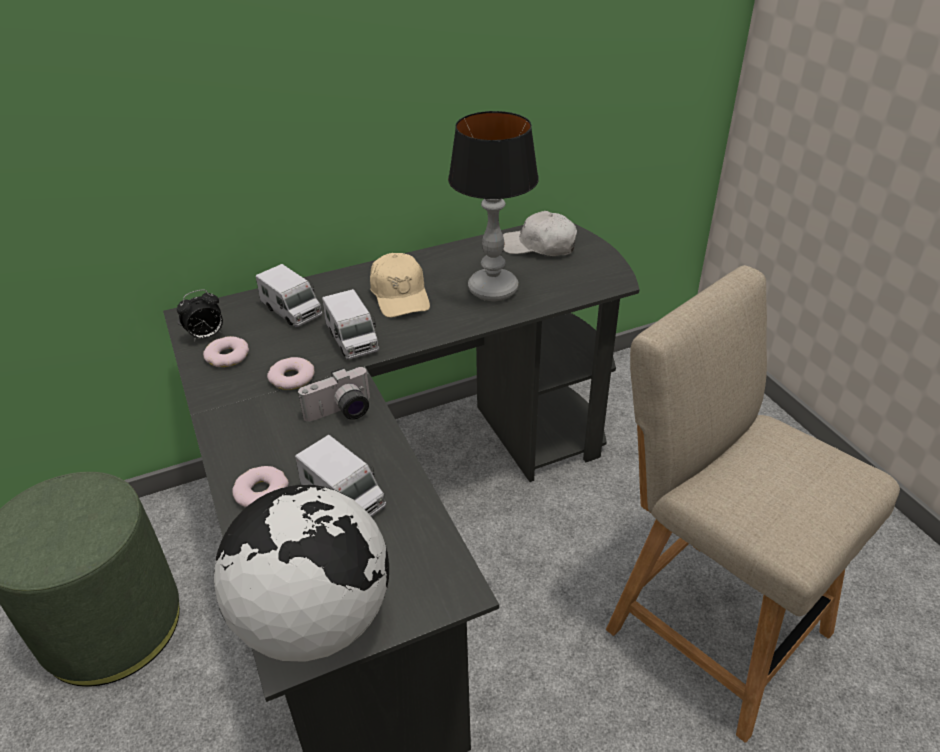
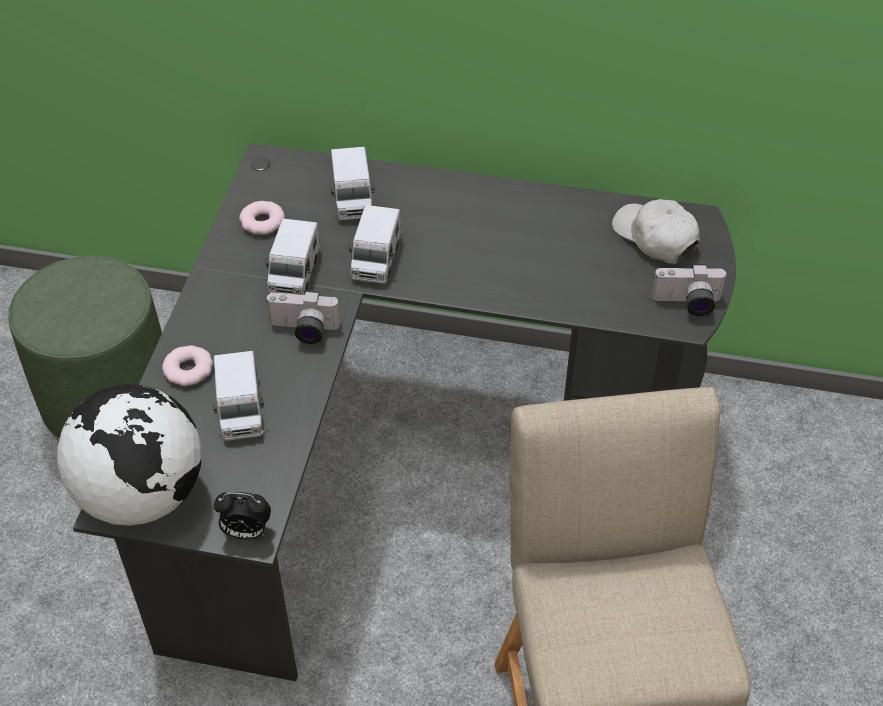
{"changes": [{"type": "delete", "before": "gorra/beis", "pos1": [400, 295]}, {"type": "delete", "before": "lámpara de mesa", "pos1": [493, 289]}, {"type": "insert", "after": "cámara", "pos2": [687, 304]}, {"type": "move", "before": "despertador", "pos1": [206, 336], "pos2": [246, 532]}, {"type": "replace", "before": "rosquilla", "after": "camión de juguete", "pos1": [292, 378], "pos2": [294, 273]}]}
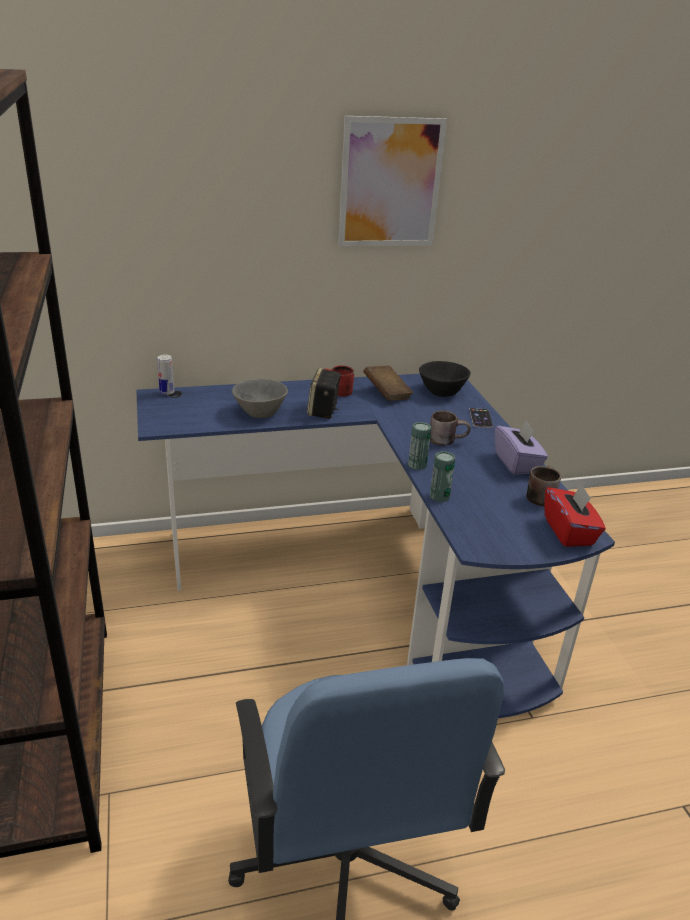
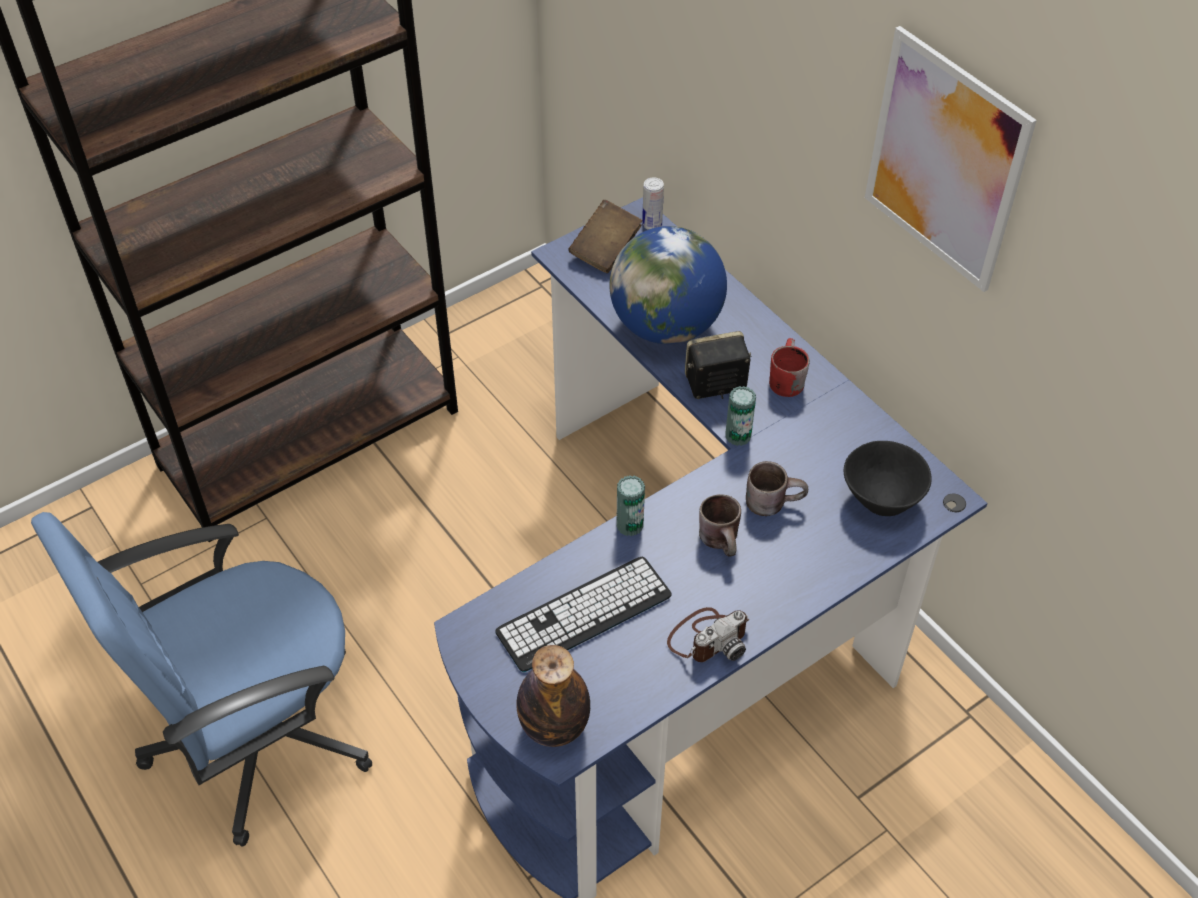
{"changes": [{"type": "delete", "before": "móvil", "pos1": [480, 418]}, {"type": "insert", "after": "teclado", "pos2": [584, 614]}, {"type": "move", "before": "libro/marrón", "pos1": [387, 394], "pos2": [605, 250]}, {"type": "move", "before": "lata", "pos1": [439, 496], "pos2": [738, 436]}, {"type": "move", "before": "taza grande/marrón", "pos1": [539, 495], "pos2": [773, 500]}, {"type": "replace", "before": "cuenco/gris", "after": "globo terráqueo", "pos1": [260, 412], "pos2": [666, 326]}, {"type": "replace", "before": "caja de pañuelos/morado", "after": "cámara", "pos1": [517, 463], "pos2": [708, 637]}, {"type": "replace", "before": "caja de pañuelos/rojo", "after": "botella", "pos1": [569, 531], "pos2": [554, 726]}]}
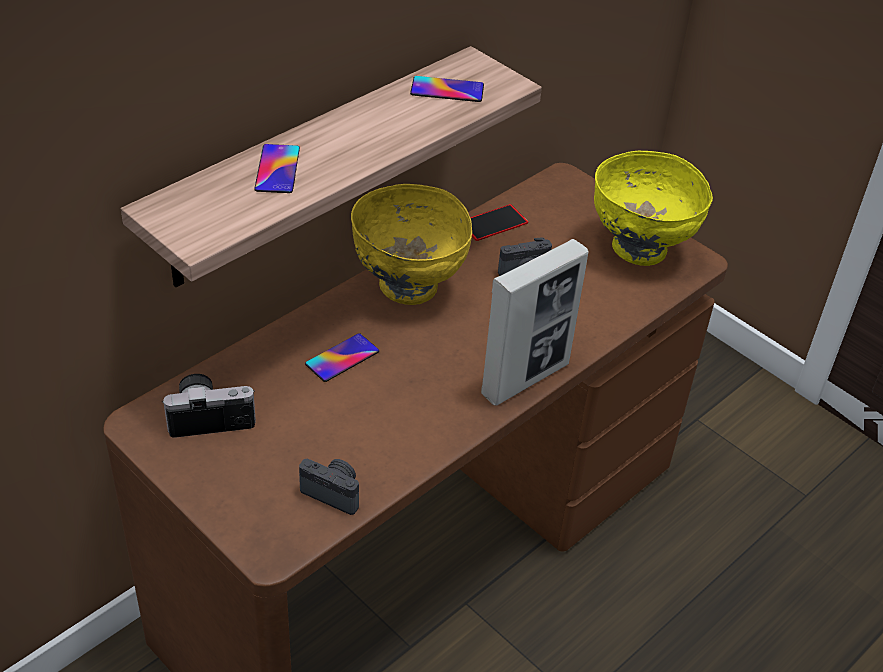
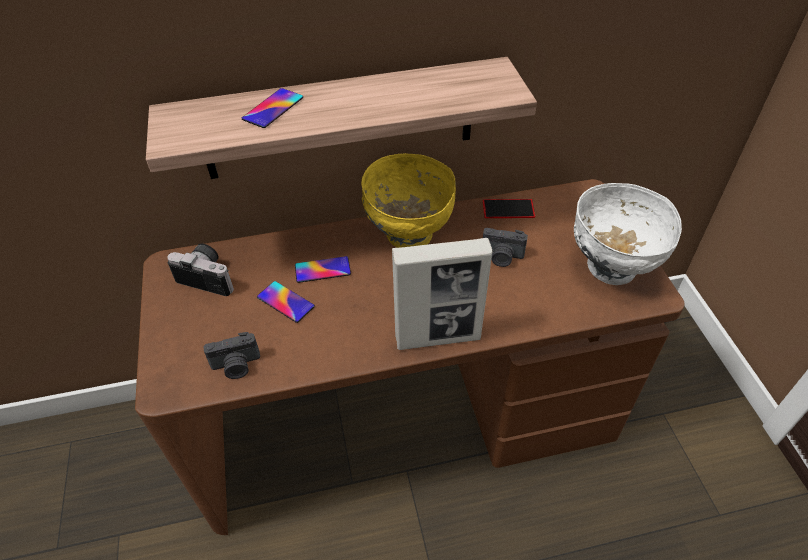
{"changes": [{"type": "move", "before": "móvil", "pos1": [447, 90], "pos2": [285, 302]}, {"type": "recolor", "before": "cuenco/amarillo", "after": "cuenco/blanco", "pos1": [639, 249], "pos2": [611, 268]}, {"type": "rotate", "before": "cámara", "pos1": [334, 492], "pos2": [236, 366], "turn": 105}]}
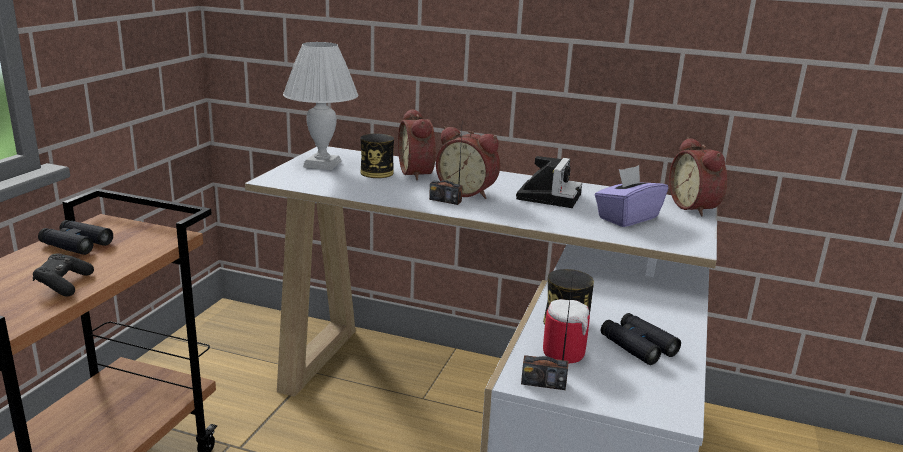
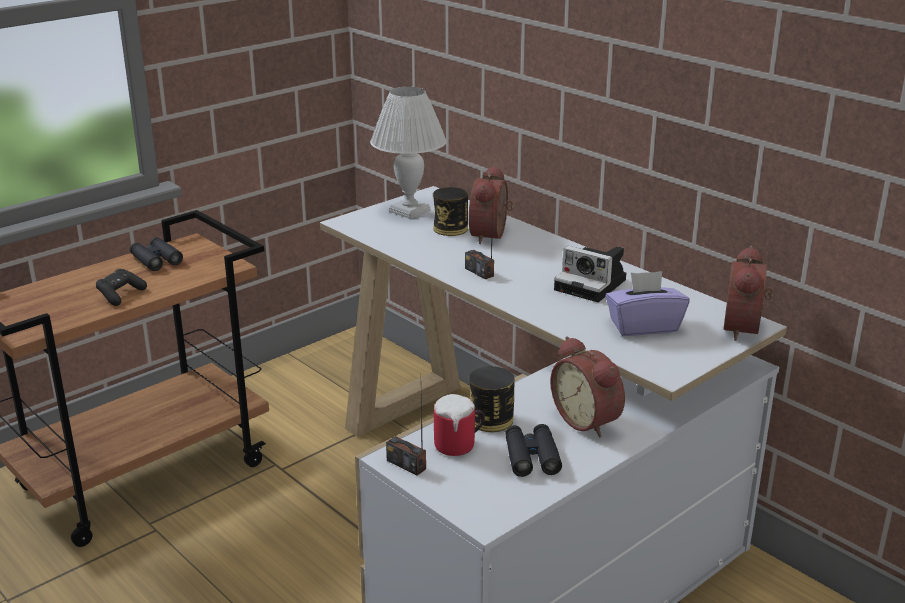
{"changes": [{"type": "move", "before": "despertador", "pos1": [468, 192], "pos2": [588, 420]}, {"type": "rotate", "before": "cámara", "pos1": [548, 196], "pos2": [593, 285], "turn": 75}]}
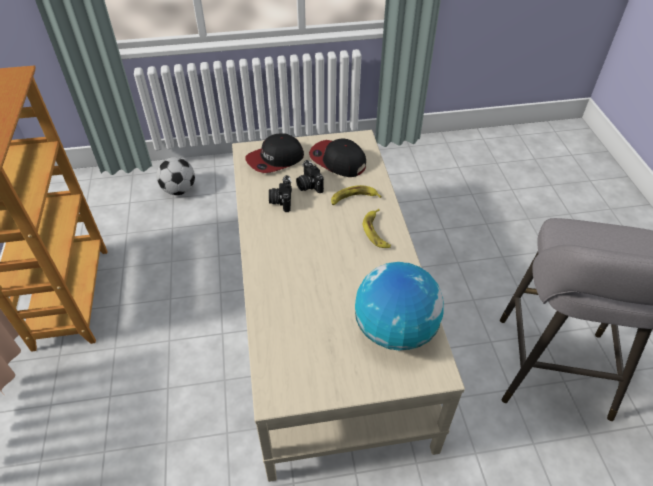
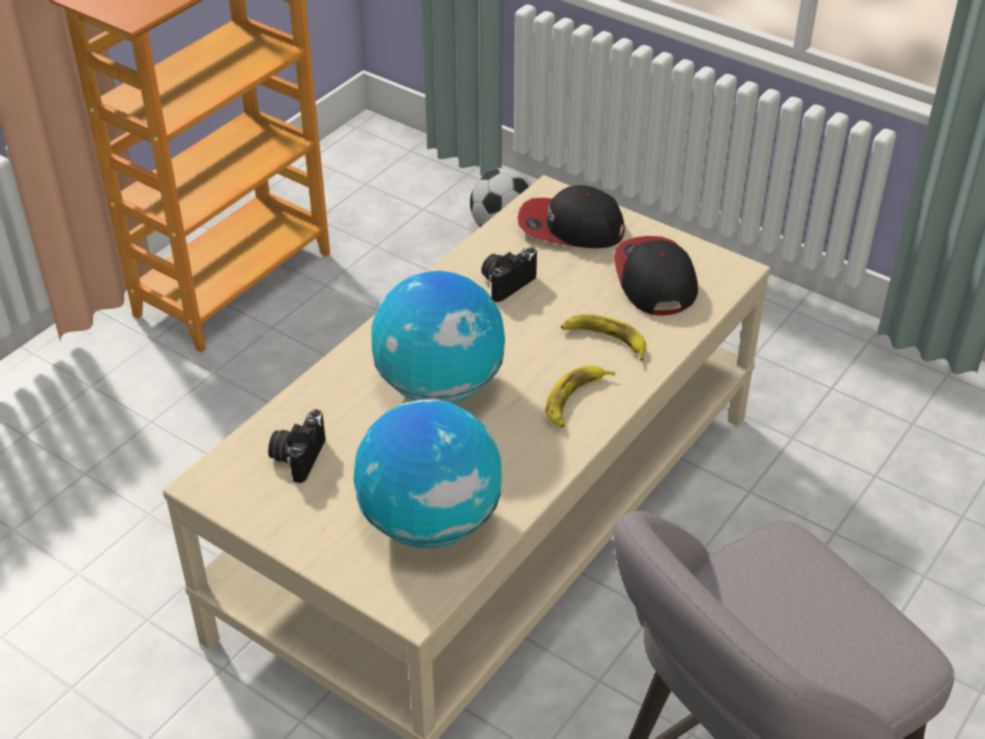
{"changes": [{"type": "insert", "after": "globo terráqueo", "pos2": [440, 387]}, {"type": "move", "before": "cámara", "pos1": [308, 185], "pos2": [298, 456]}]}
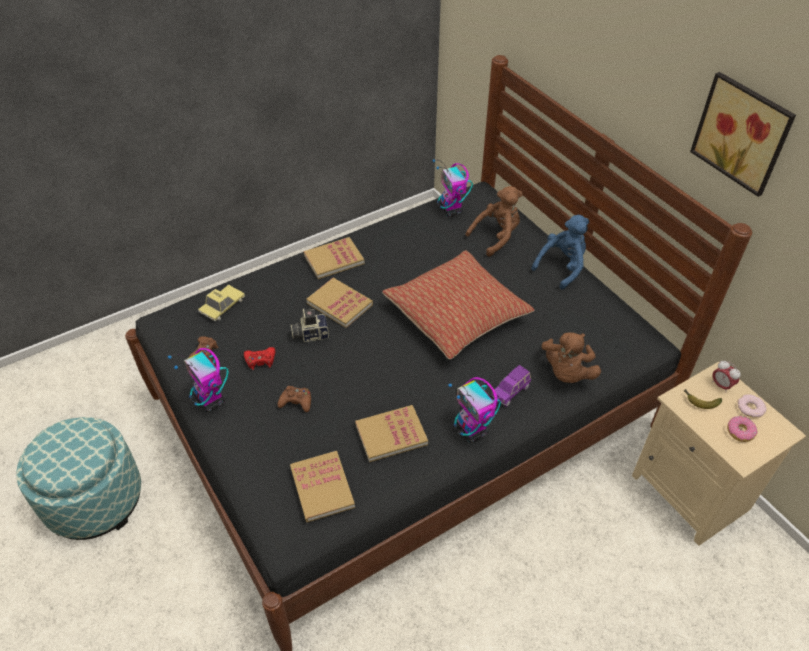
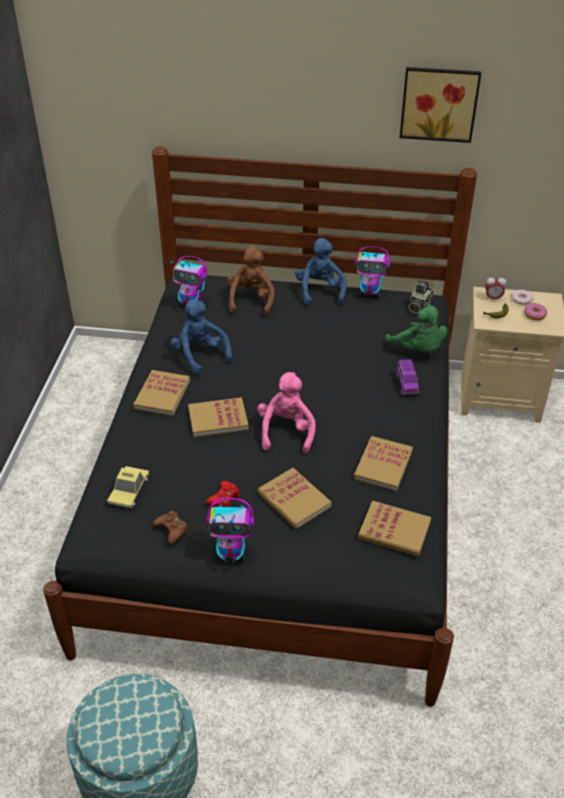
{"changes": [{"type": "delete", "before": "cojín", "pos1": [457, 314]}, {"type": "insert", "after": "peluche/azul", "pos2": [200, 355]}, {"type": "insert", "after": "peluche/rosa", "pos2": [286, 431]}, {"type": "move", "before": "cámara", "pos1": [310, 334], "pos2": [418, 306]}, {"type": "move", "before": "robot de juguete", "pos1": [472, 431], "pos2": [370, 294]}, {"type": "replace", "before": "mando de consola/marrón", "after": "libro", "pos1": [296, 402], "pos2": [294, 500]}, {"type": "recolor", "before": "peluche/marrón", "after": "peluche/verde", "pos1": [566, 373], "pos2": [418, 350]}, {"type": "rotate", "before": "coche de juguete", "pos1": [222, 306], "pos2": [129, 490], "turn": -150}]}
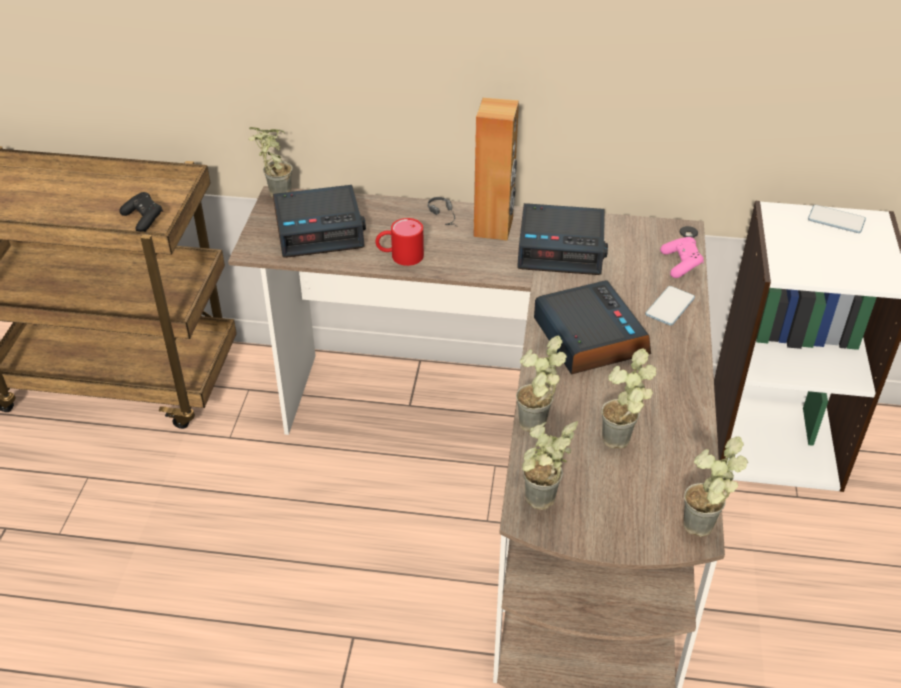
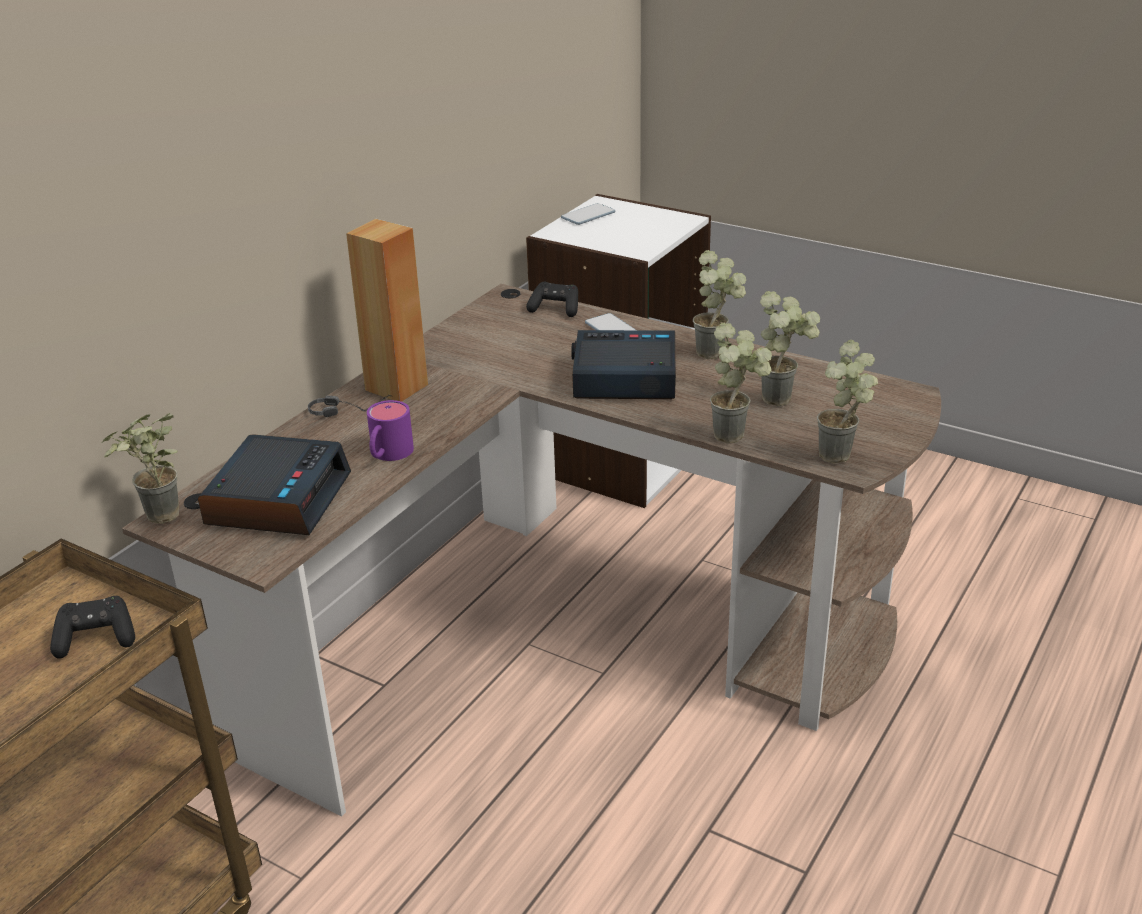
{"changes": [{"type": "delete", "before": "despertador", "pos1": [562, 248]}, {"type": "move", "before": "planta en maceta", "pos1": [704, 532], "pos2": [718, 353]}, {"type": "recolor", "before": "taza grande/rojo", "after": "taza grande/morado", "pos1": [400, 256], "pos2": [388, 455]}, {"type": "recolor", "before": "mando de consola/rosa", "after": "mando de consola/negro", "pos1": [681, 264], "pos2": [555, 309]}]}
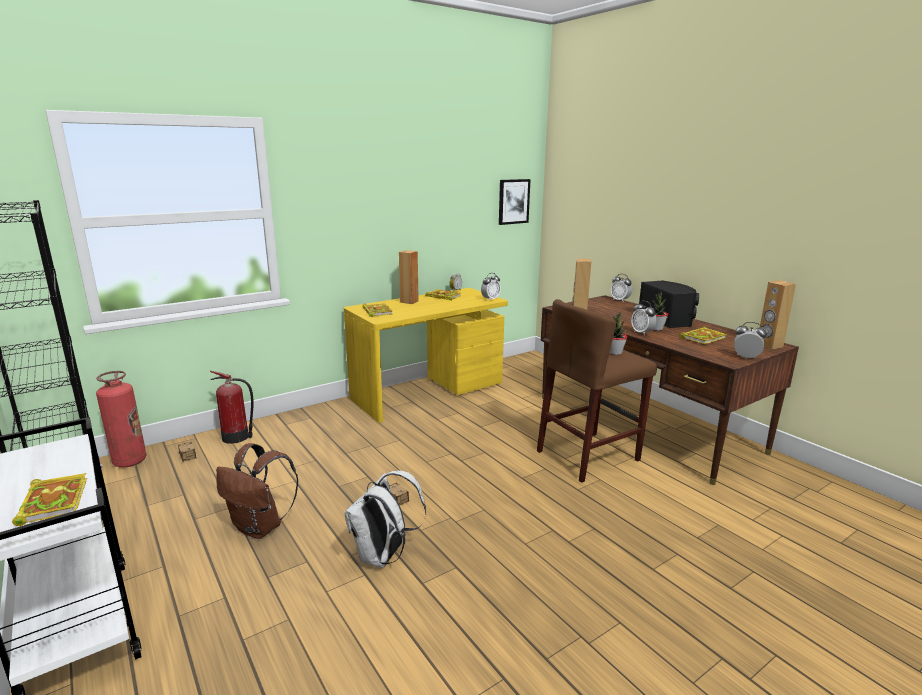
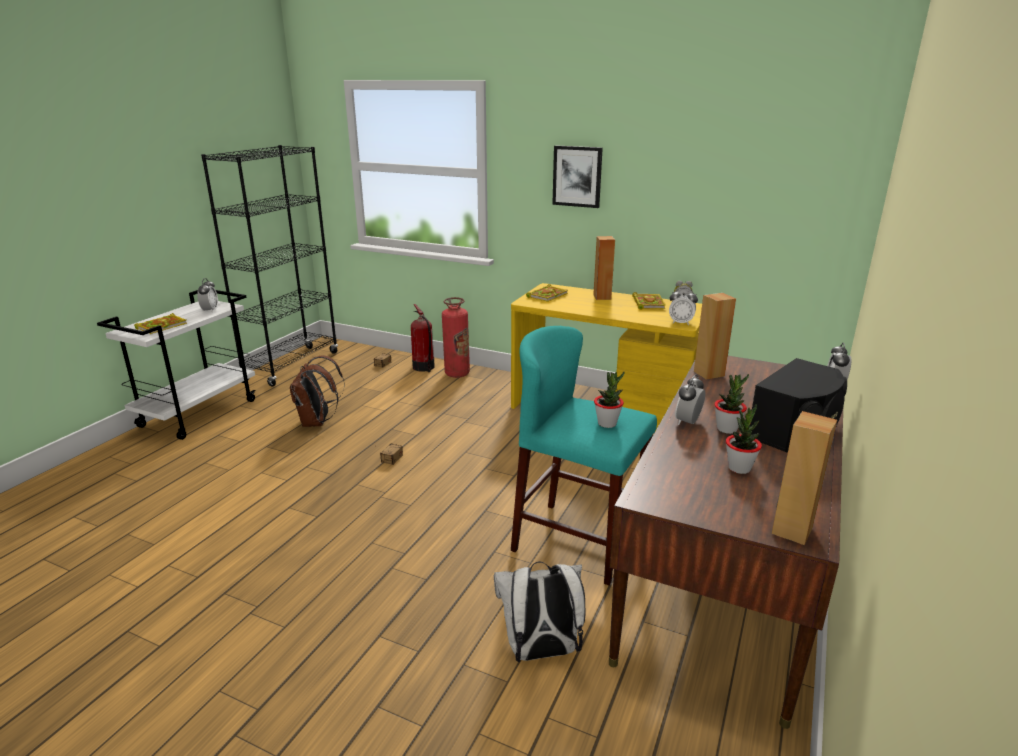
{"changes": [{"type": "move", "before": "extintor", "pos1": [130, 461], "pos2": [457, 373]}, {"type": "move", "before": "mochila/blanco", "pos1": [383, 556], "pos2": [540, 652]}, {"type": "move", "before": "cuadro", "pos1": [513, 201], "pos2": [577, 176]}, {"type": "move", "before": "despertador", "pos1": [746, 357], "pos2": [210, 310]}, {"type": "replace", "before": "libro", "after": "planta en maceta", "pos1": [703, 338], "pos2": [739, 468]}, {"type": "recolor", "before": "taburete/marrón", "after": "taburete/turquesa", "pos1": [588, 456], "pos2": [577, 542]}]}
